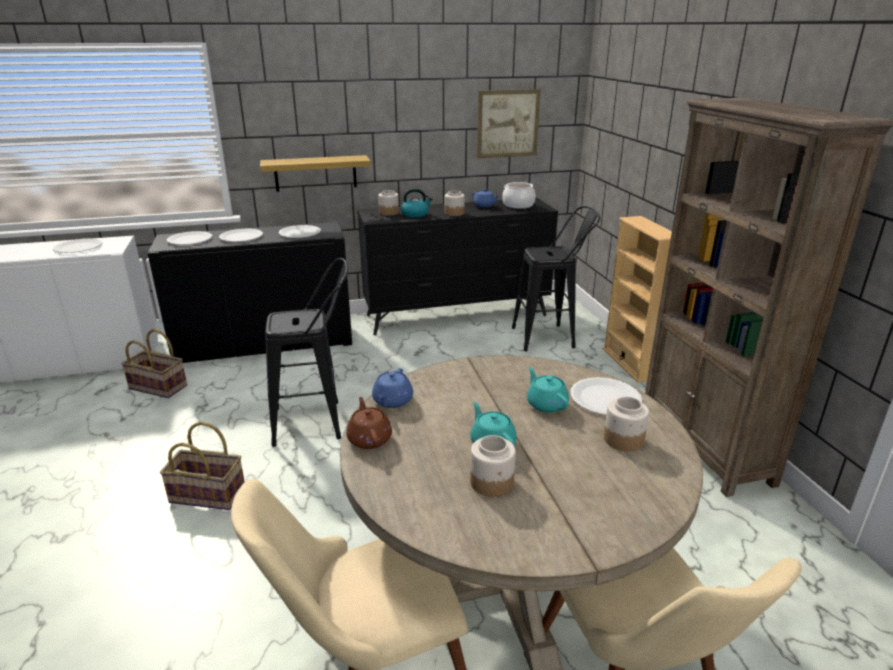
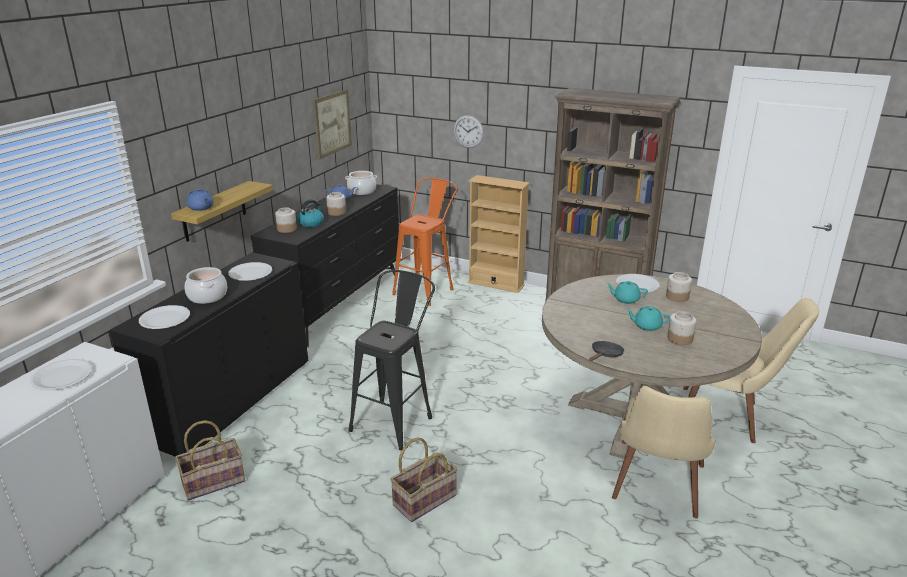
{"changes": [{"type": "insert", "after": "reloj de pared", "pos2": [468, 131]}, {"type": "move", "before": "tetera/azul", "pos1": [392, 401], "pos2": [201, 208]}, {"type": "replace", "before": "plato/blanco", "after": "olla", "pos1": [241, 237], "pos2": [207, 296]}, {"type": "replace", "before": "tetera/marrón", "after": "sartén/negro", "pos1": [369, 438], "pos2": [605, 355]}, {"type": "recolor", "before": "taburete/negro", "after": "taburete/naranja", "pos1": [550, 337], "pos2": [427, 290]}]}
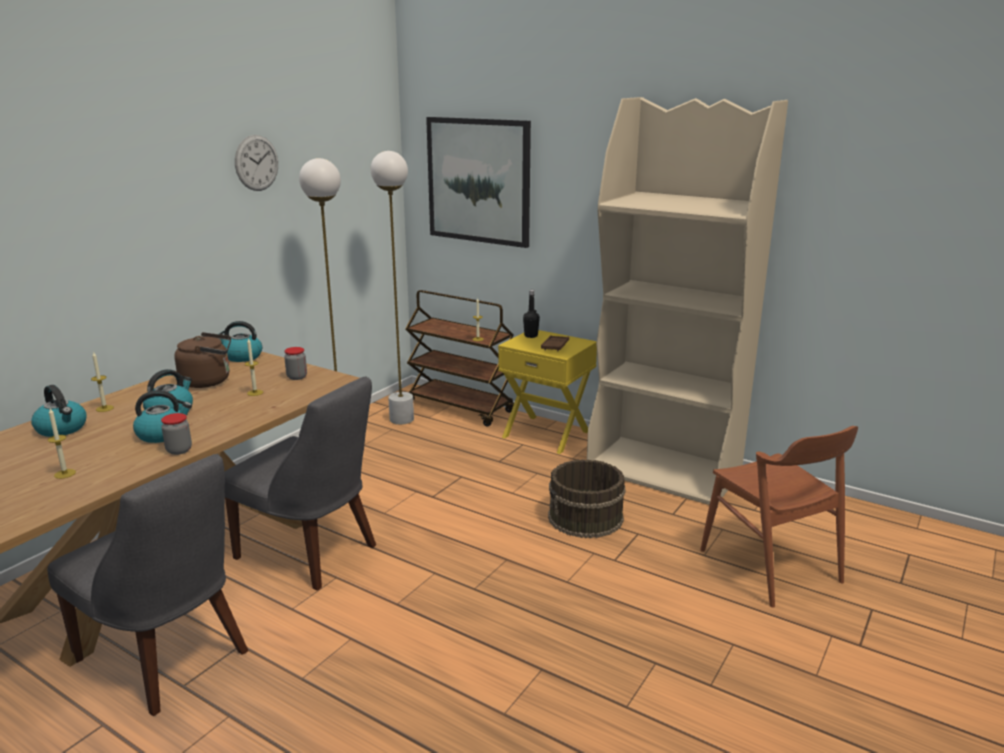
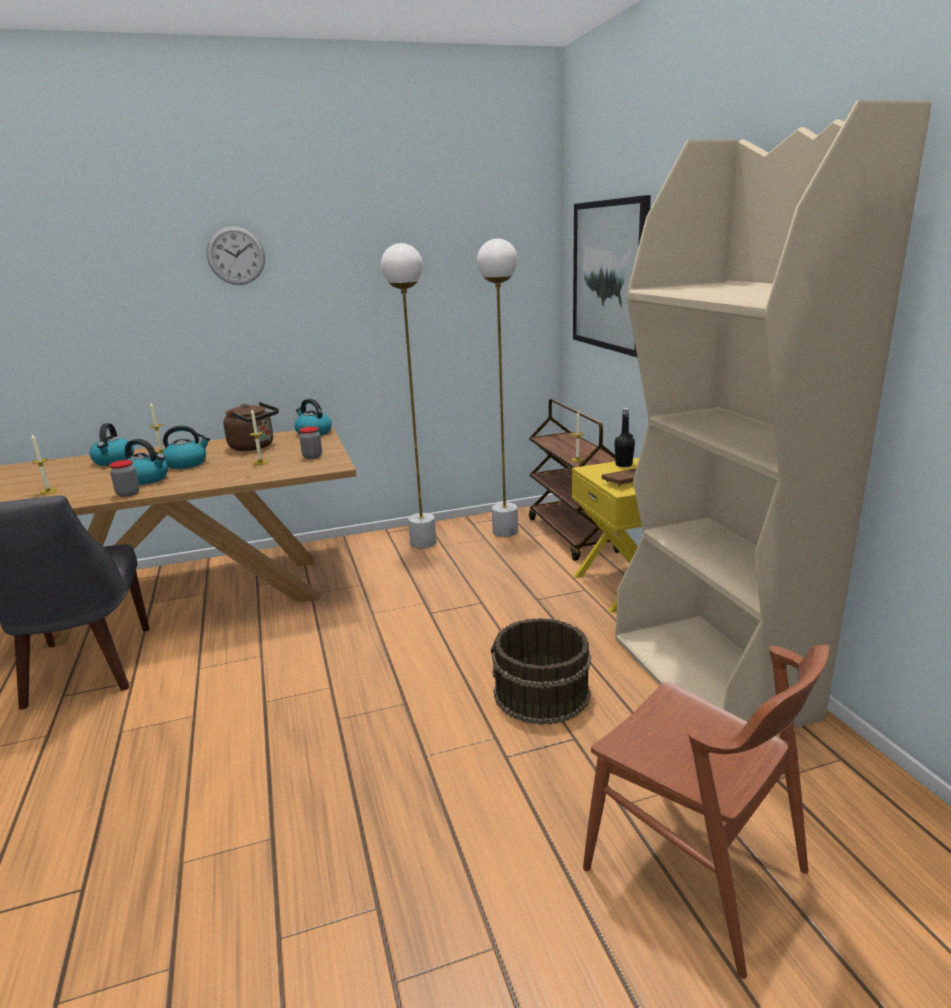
{"changes": [{"type": "delete", "before": "silla/gris", "pos1": [311, 553]}, {"type": "move", "before": "reloj de pared", "pos1": [256, 163], "pos2": [236, 255]}, {"type": "rotate", "before": "silla/marrón", "pos1": [770, 566], "pos2": [695, 869], "turn": -60}]}
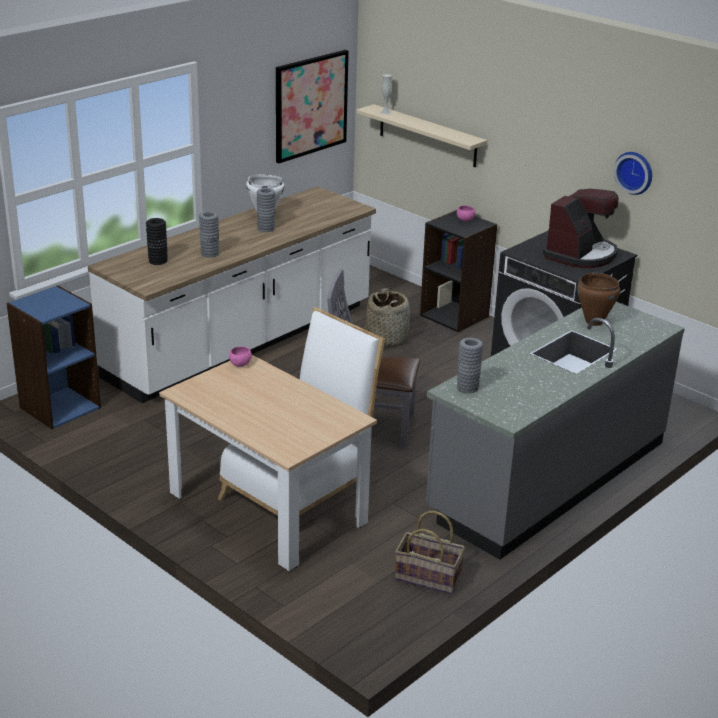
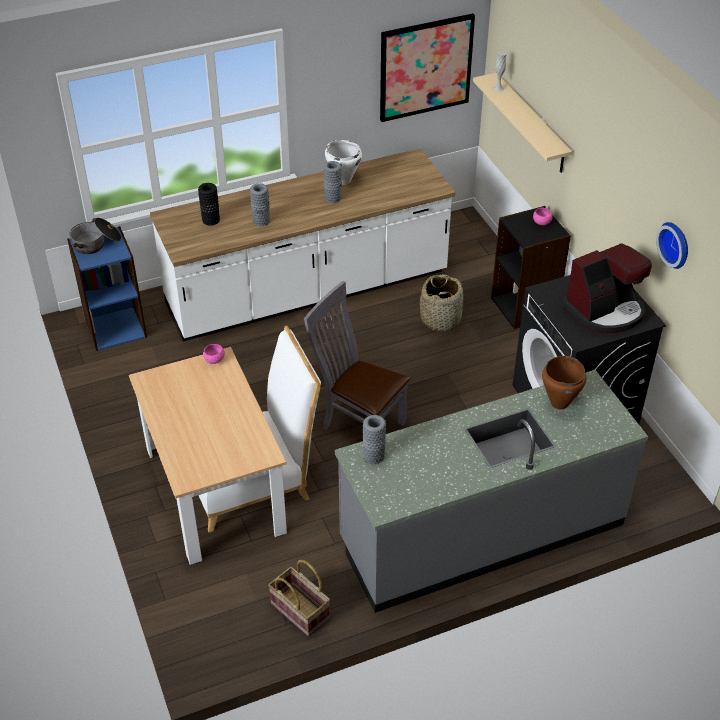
{"changes": [{"type": "insert", "after": "olla", "pos2": [96, 243]}]}
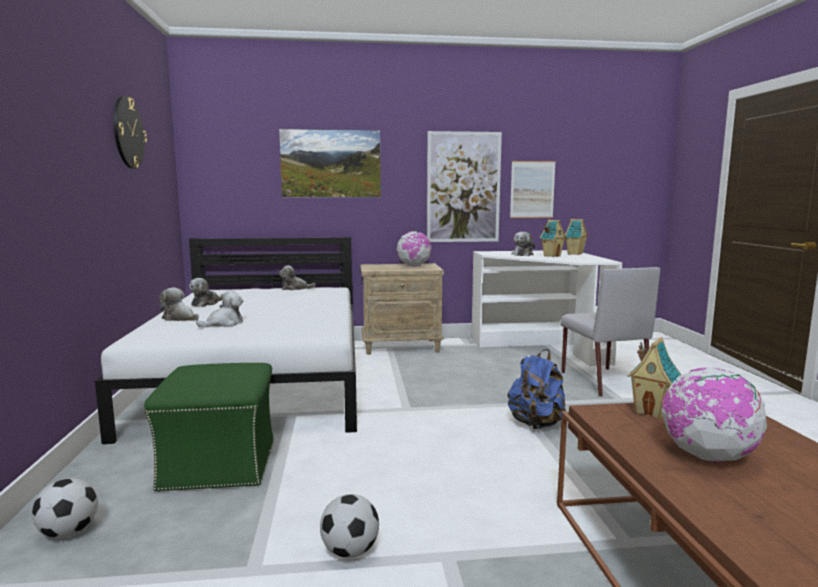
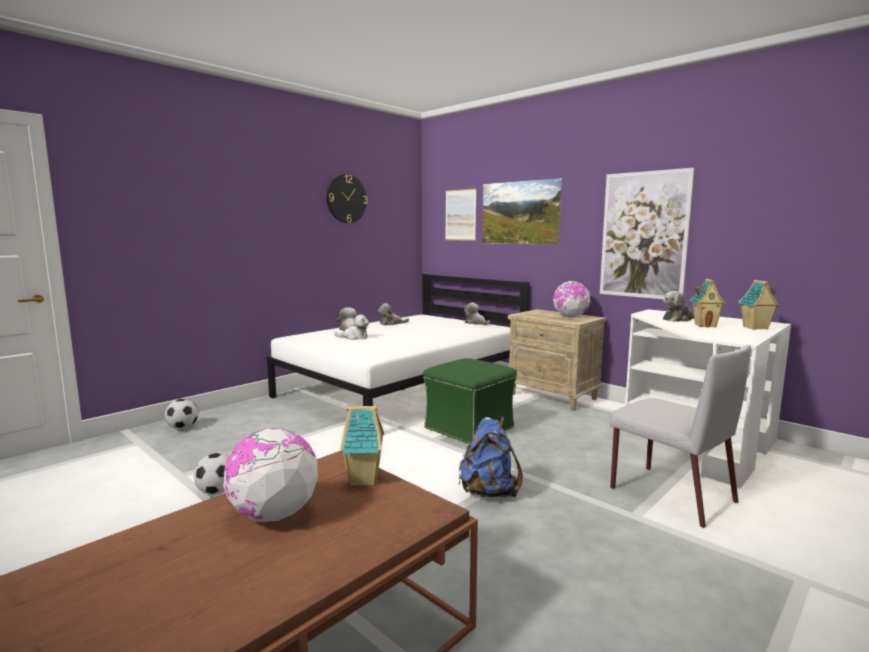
{"changes": [{"type": "move", "before": "puf/verde", "pos1": [220, 465], "pos2": [469, 428]}, {"type": "move", "before": "cuadro", "pos1": [532, 189], "pos2": [460, 215]}, {"type": "rotate", "before": "silla/gris", "pos1": [602, 381], "pos2": [670, 494], "turn": -75}]}
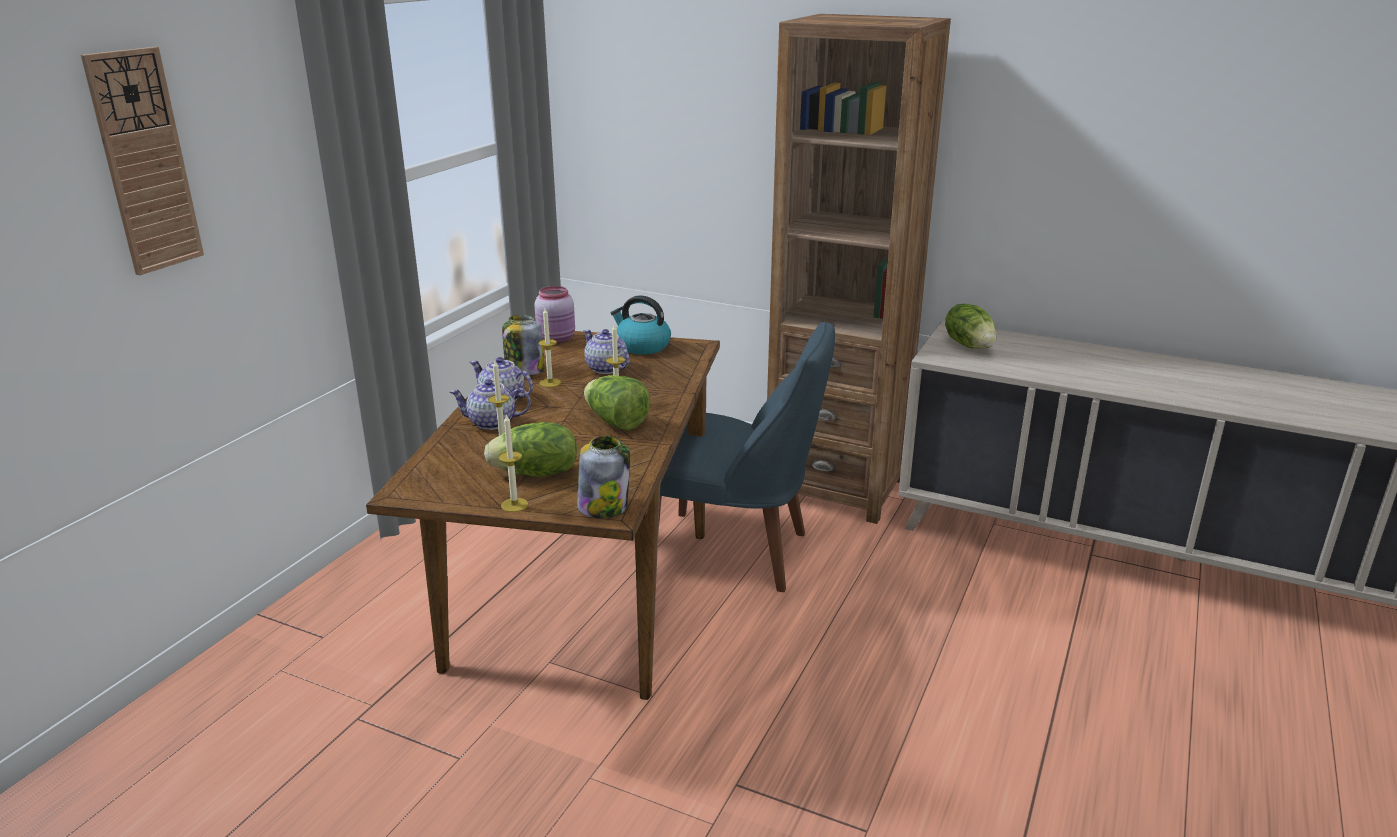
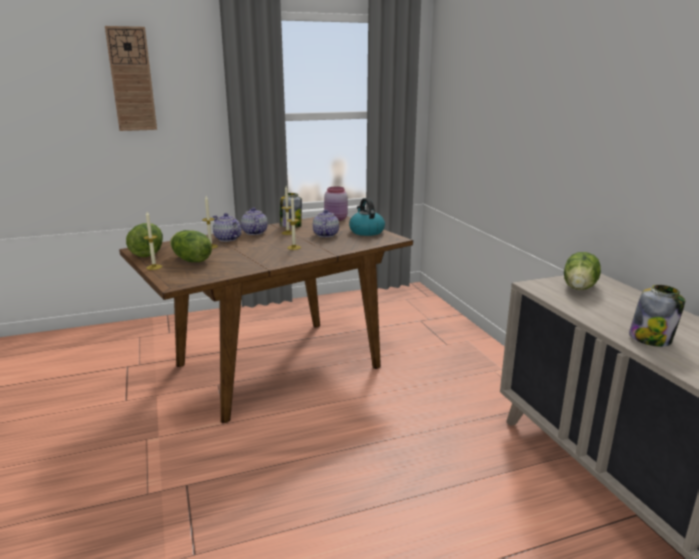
{"changes": [{"type": "delete", "before": "silla/azul", "pos1": [736, 553]}, {"type": "delete", "before": "estantería/marrón", "pos1": [835, 487]}, {"type": "move", "before": "tarro", "pos1": [603, 506], "pos2": [651, 339]}, {"type": "move", "before": "lechuga", "pos1": [616, 422], "pos2": [148, 253]}]}
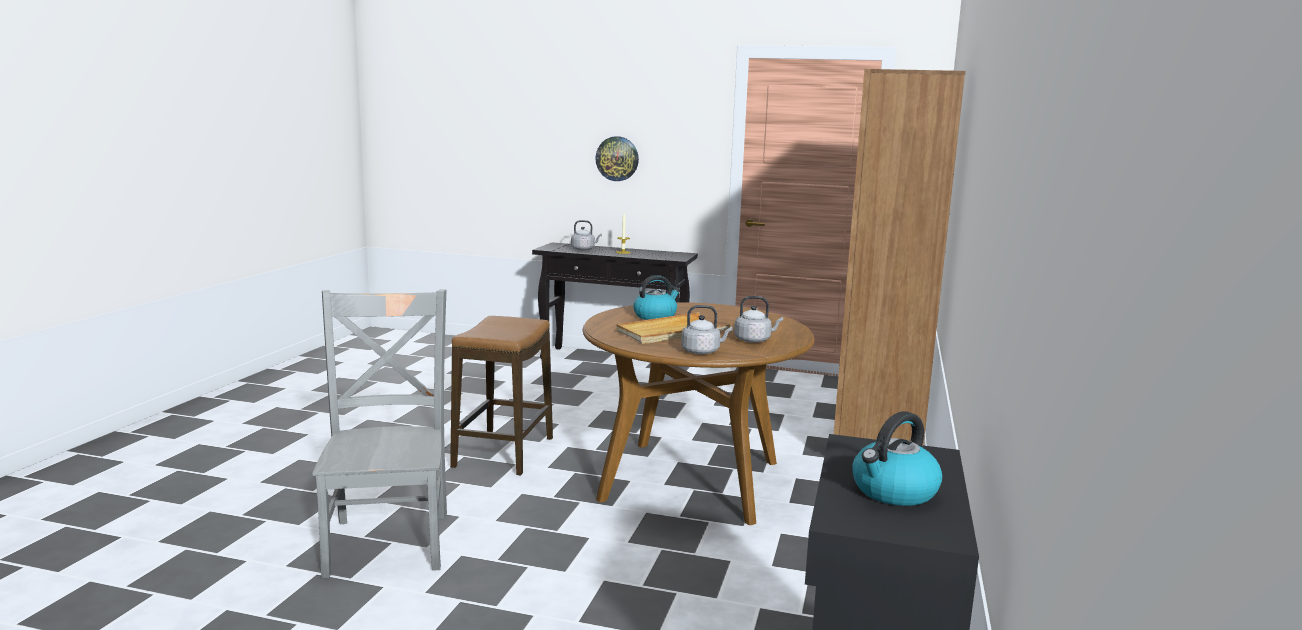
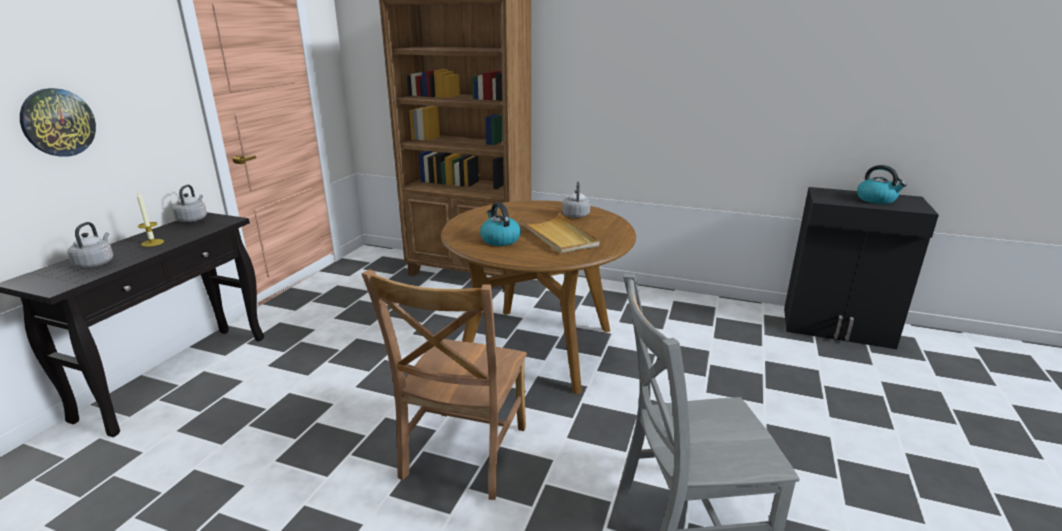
{"changes": [{"type": "move", "before": "hervidor/gris", "pos1": [702, 351], "pos2": [193, 219]}, {"type": "replace", "before": "taburete", "after": "silla/marrón", "pos1": [503, 452], "pos2": [462, 455]}]}
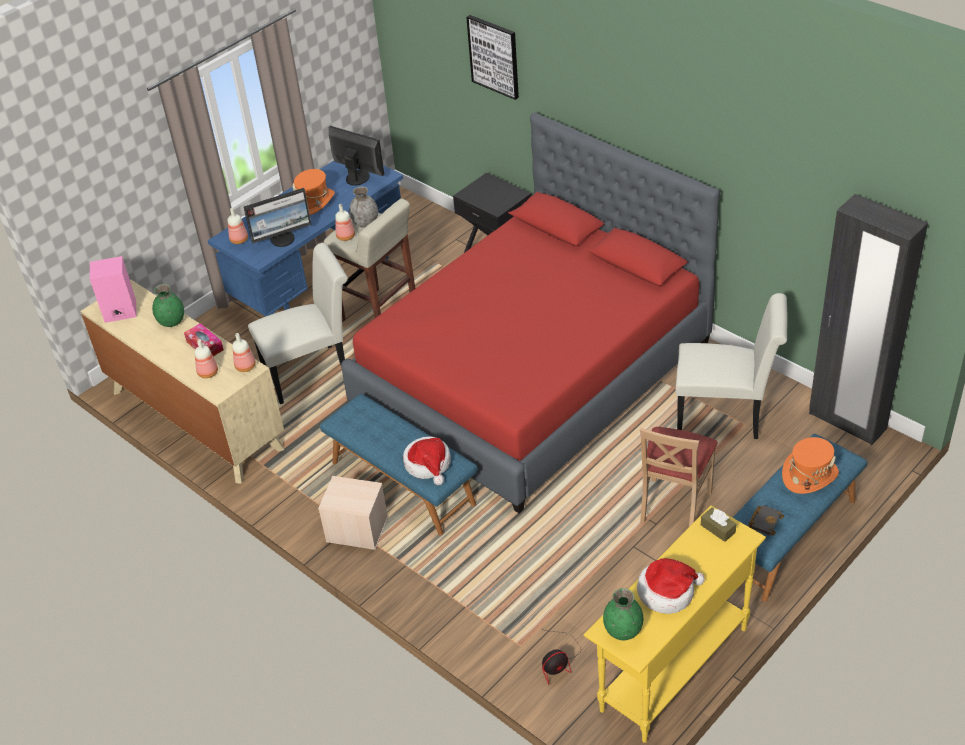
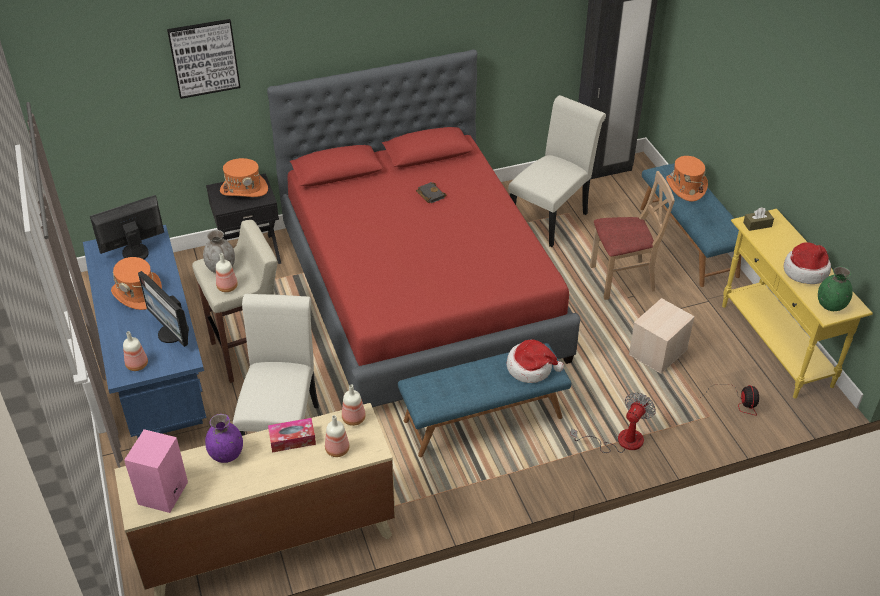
{"changes": [{"type": "insert", "after": "sombrero/naranja", "pos2": [244, 189]}, {"type": "insert", "after": "ventilador", "pos2": [620, 441]}, {"type": "move", "before": "caja de almacenaje/beis", "pos1": [356, 529], "pos2": [658, 353]}, {"type": "move", "before": "libro/negro", "pos1": [764, 521], "pos2": [429, 194]}, {"type": "recolor", "before": "florero/verde", "after": "florero/morado", "pos1": [172, 321], "pos2": [226, 454]}, {"type": "rotate", "before": "monitor", "pos1": [283, 239], "pos2": [172, 333], "turn": 135}, {"type": "rotate", "before": "silla/beis", "pos1": [674, 506], "pos2": [622, 279], "turn": -60}]}
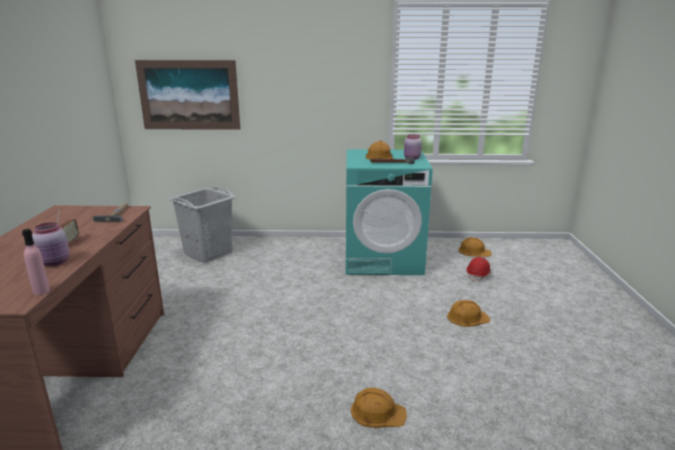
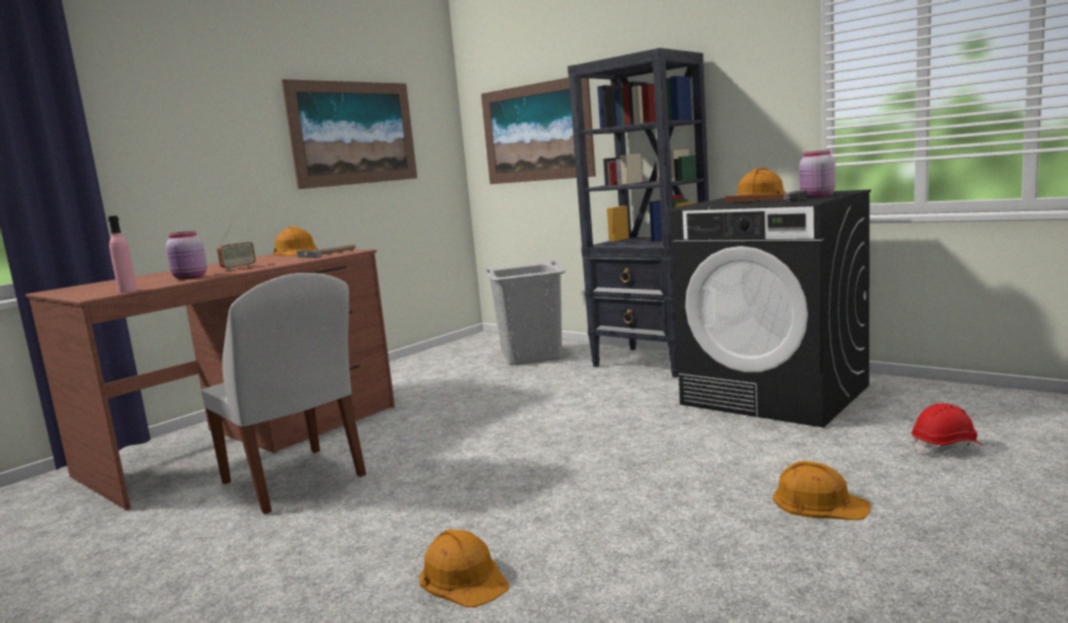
{"changes": [{"type": "insert", "after": "silla/blanco", "pos2": [295, 481]}, {"type": "insert", "after": "cuadro", "pos2": [354, 133]}, {"type": "insert", "after": "estantería/negro", "pos2": [653, 362]}, {"type": "move", "before": "casco/naranja", "pos1": [474, 251], "pos2": [297, 252]}, {"type": "recolor", "before": "lavadora/turquesa", "after": "lavadora/negro", "pos1": [383, 259], "pos2": [776, 395]}]}
